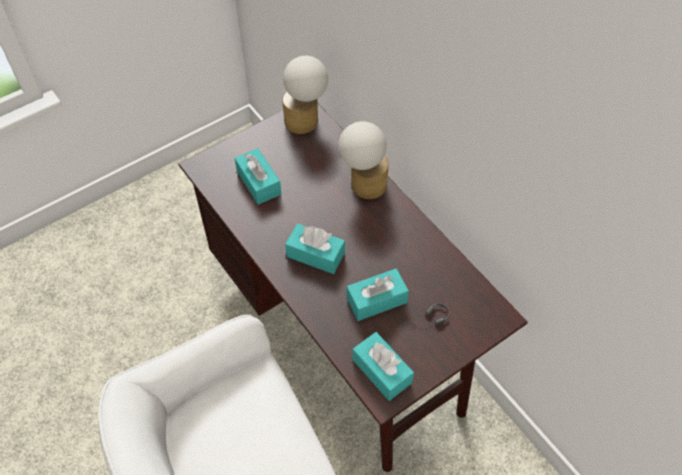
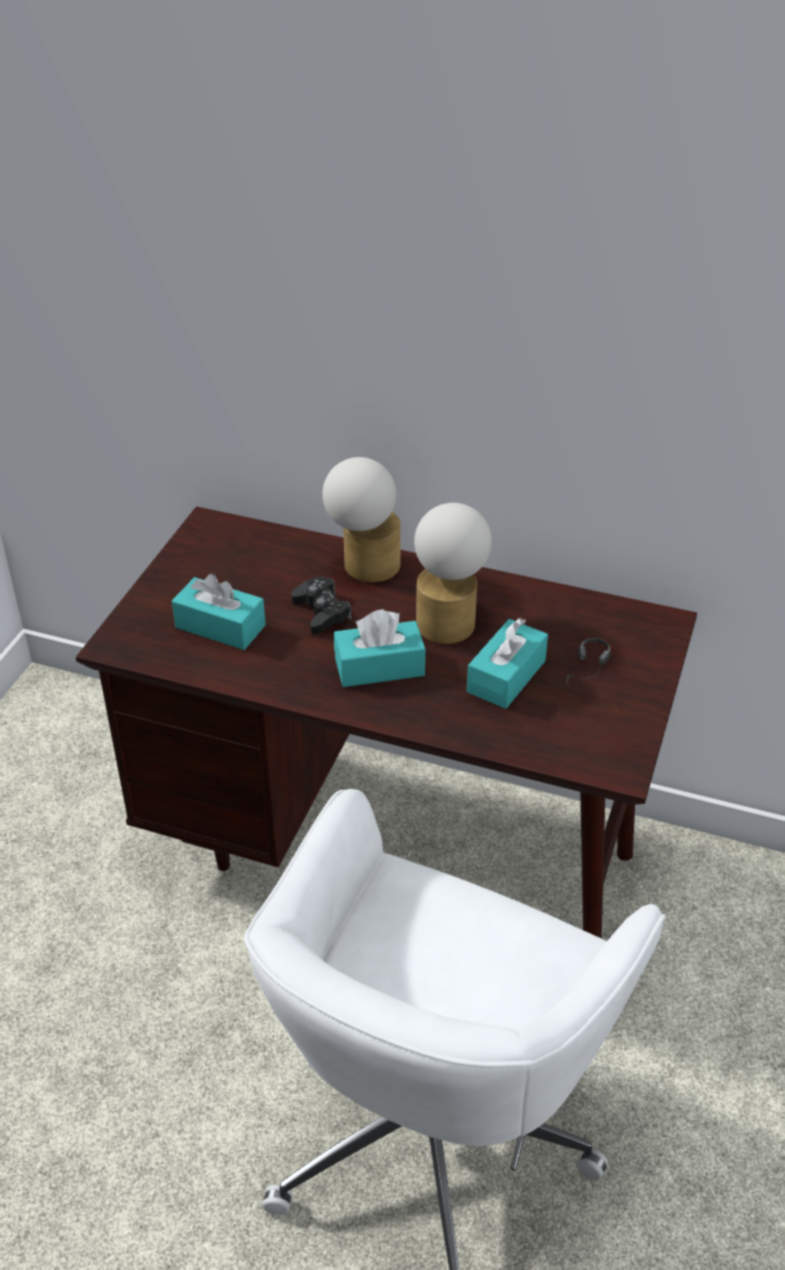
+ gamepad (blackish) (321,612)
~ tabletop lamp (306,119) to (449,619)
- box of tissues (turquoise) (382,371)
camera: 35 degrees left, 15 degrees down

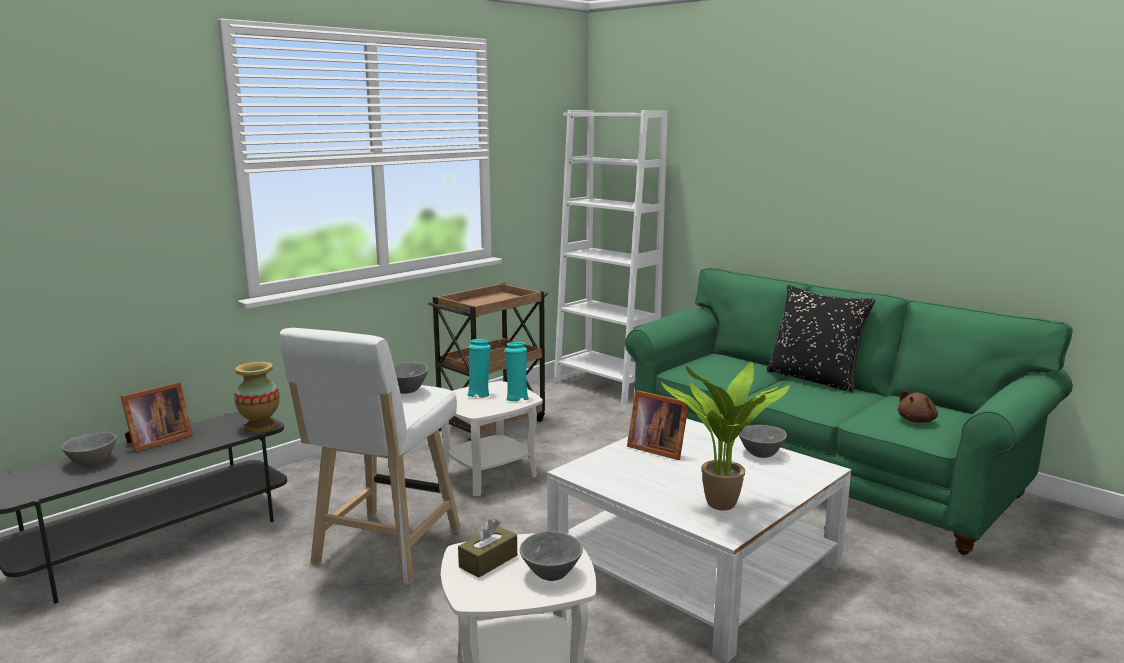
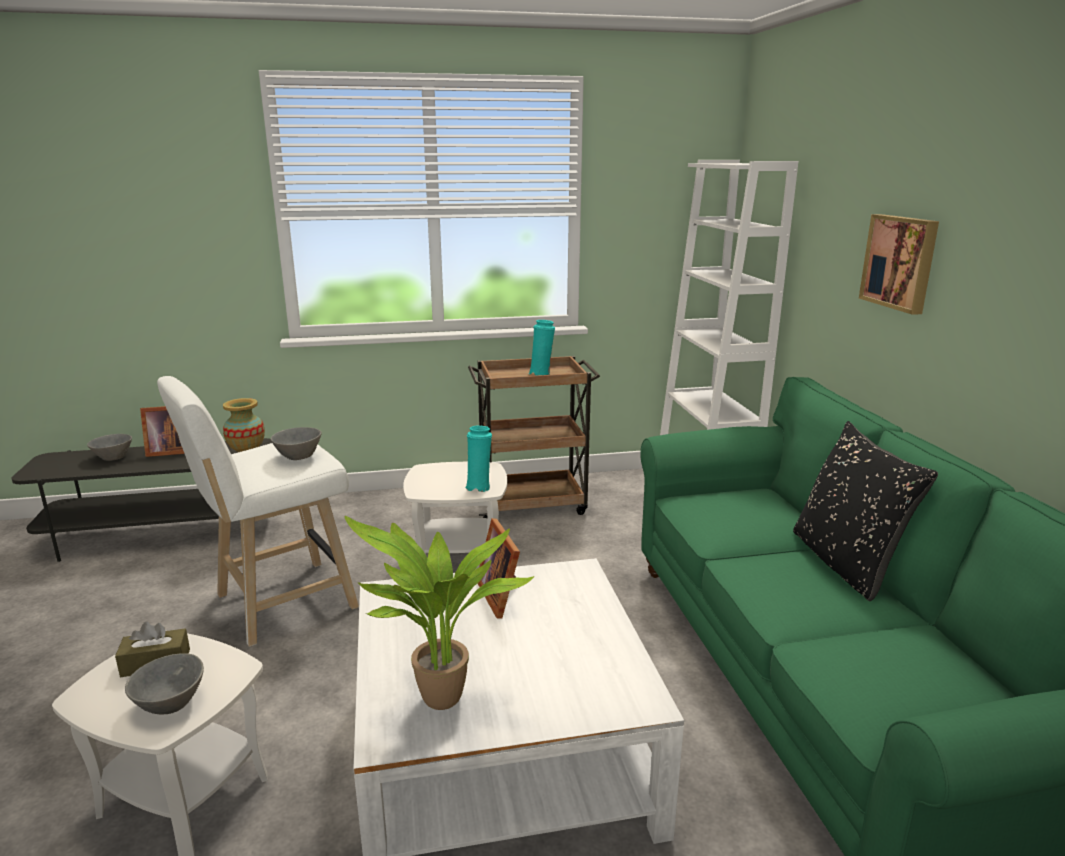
~ vase (turquoise) (479,394) to (541,374)
+ wall picture (900,262)
- deep dish (gray) (760,453)
- cuddly toy (brownish) (917,420)
camera: 35 degrees right, 5 degrees up

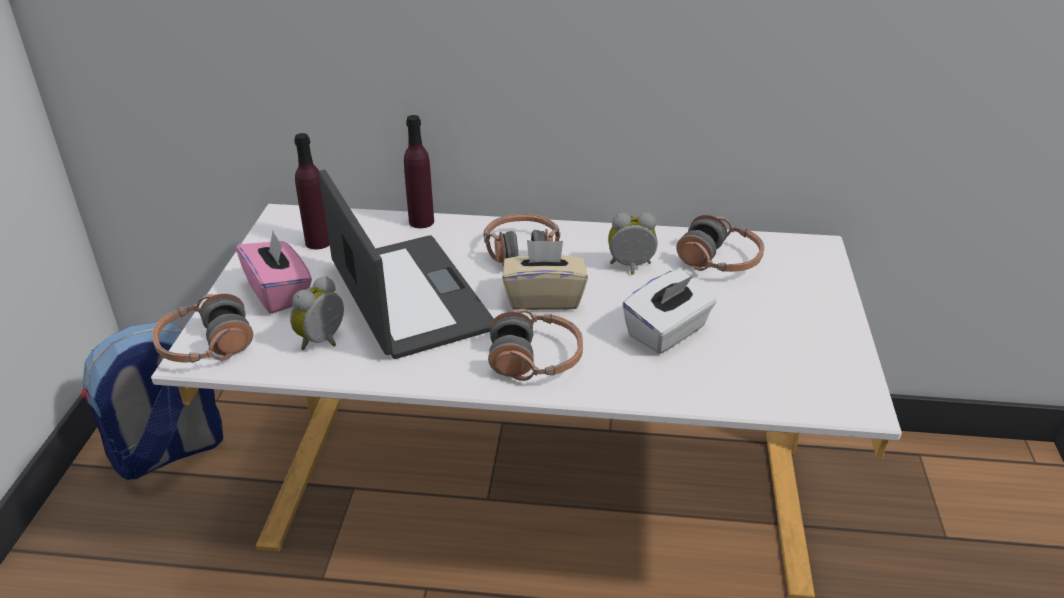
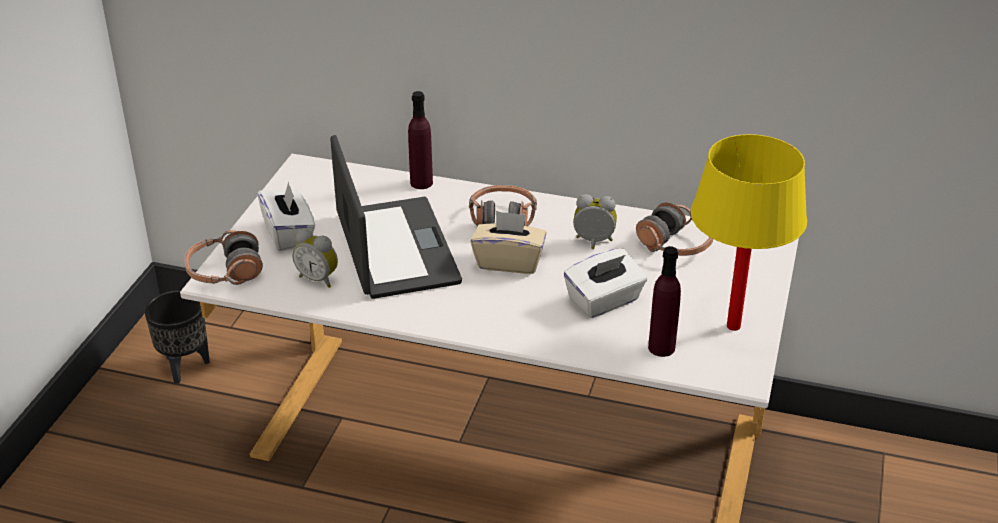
~ knapsack (169,452) to plant pot (blackish) (184,368)
~ box of tissues (pinkish) (279,292) to box of tissues (whitish) (289,234)
~ table clock (324,341) = (318,278) 105 degrees counterclockwise
~ bottle (purple) (318,242) to (661,348)
+ tabletop lamp (yellow-coloured) (733,326)
- pair of headphones (535,359)
camera: 10 degrees right, 0 degrees up

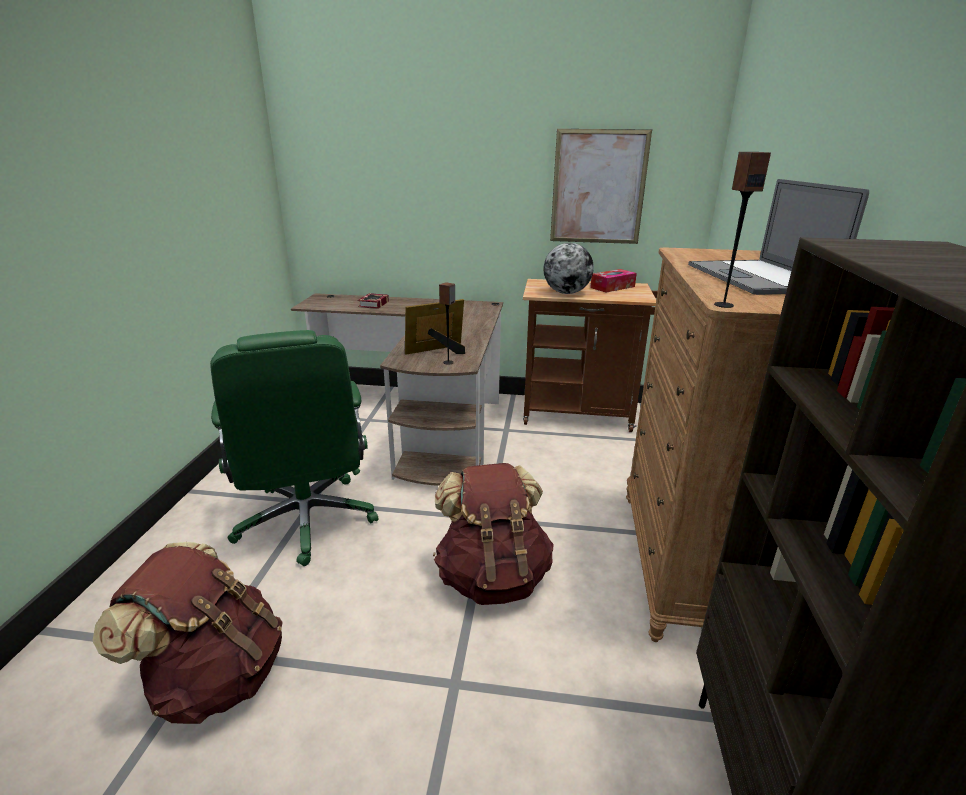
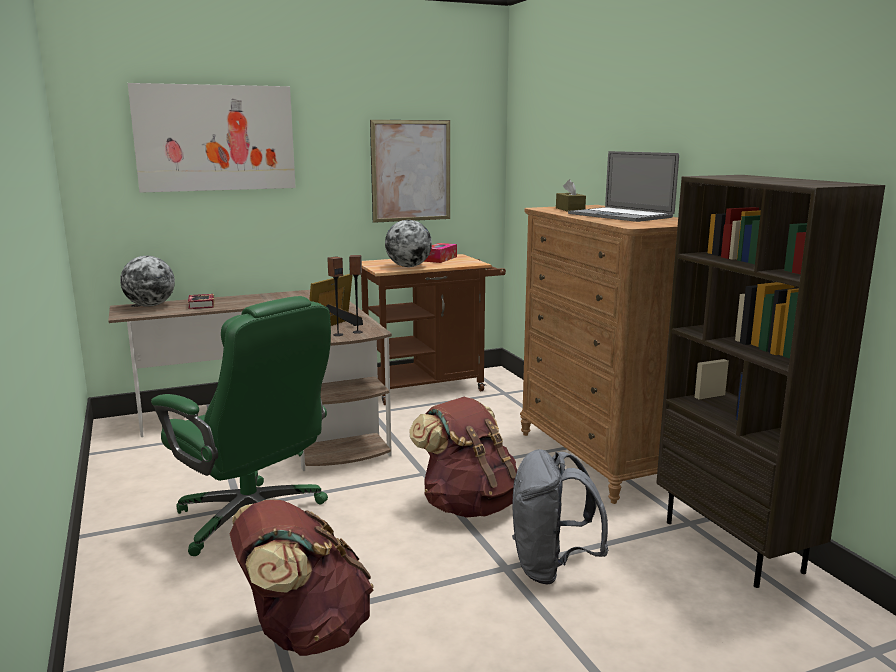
+ world globe (150,305)
+ wall picture (215,138)
~ speaker (723,305) to (338,334)
+ knapsack (gray) (551,568)
+ box of tissues (brownish) (570,209)
camera: 30 degrees left, 10 degrees down

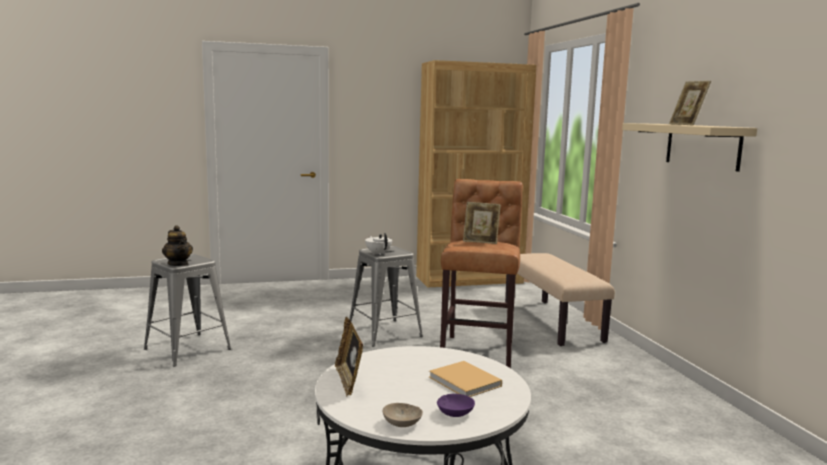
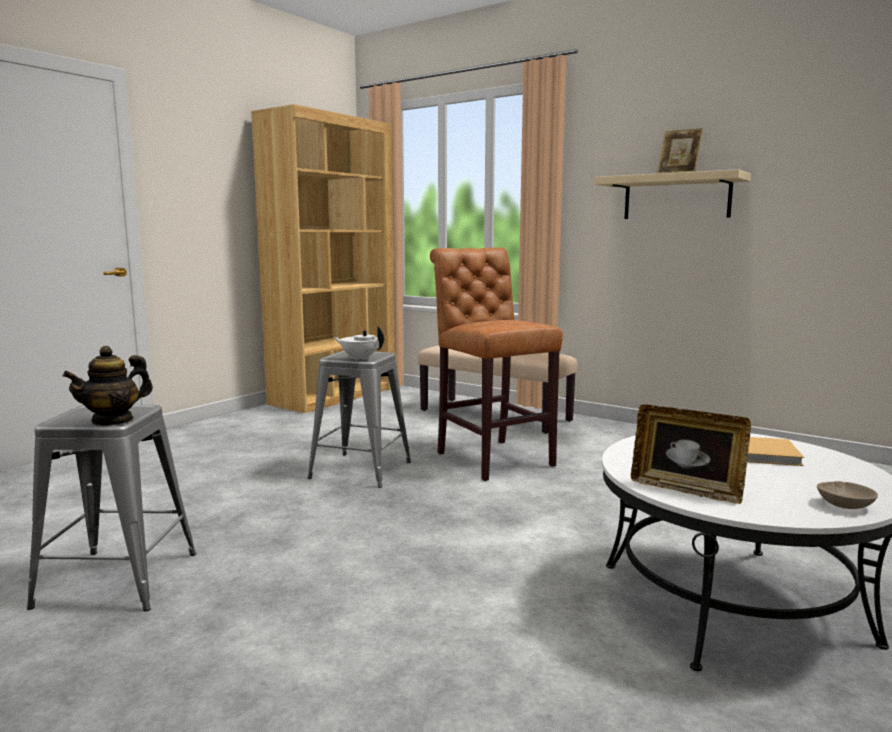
~ teapot (178,264) = (113,420) 120 degrees clockwise
- deep dish (purple) (456,413)
- picture frame (480,241)
camera: 40 degrees left, 0 degrees up

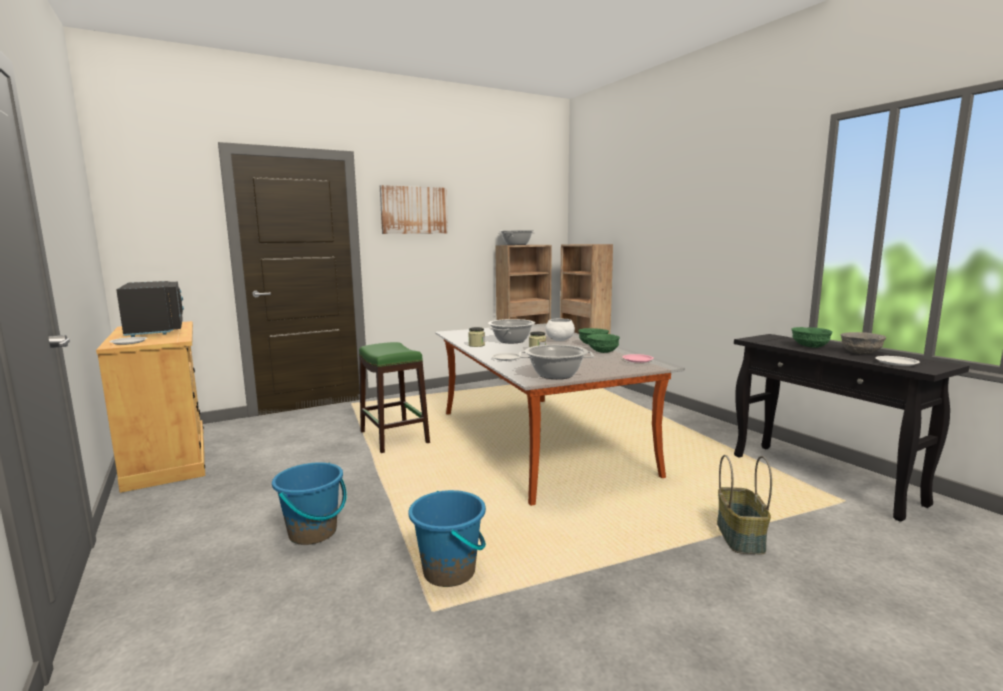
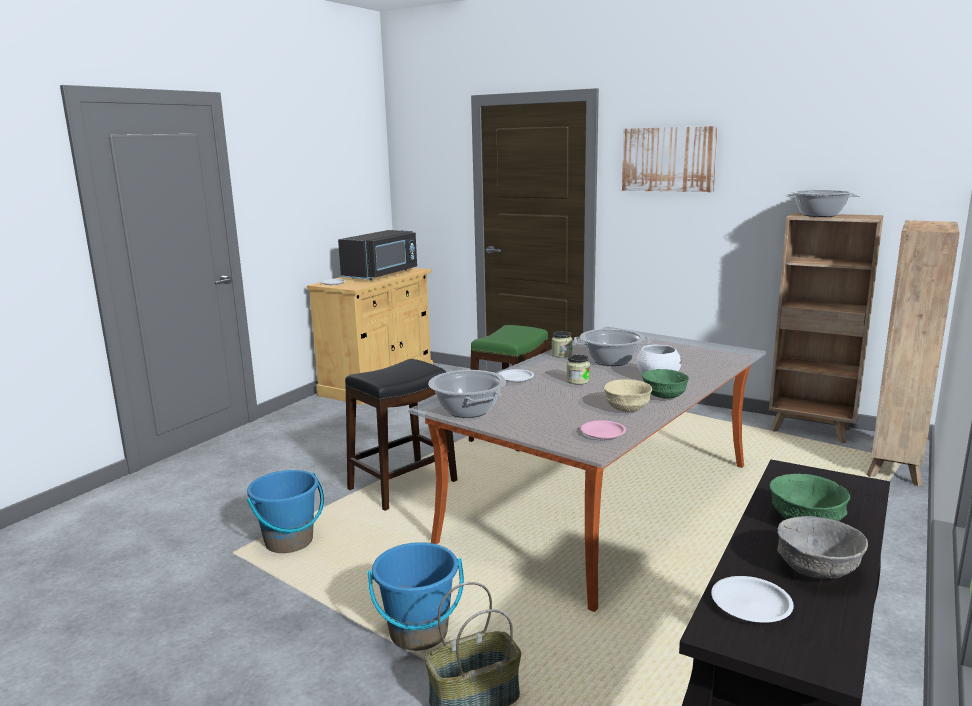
+ sitting stool (blackish) (402,485)
~ bucket (bluish) (313,533) to (419,633)
~ deep dish (green) (603,351) to deep dish (beige) (627,408)
camera: 60 degrees right, 5 degrees up

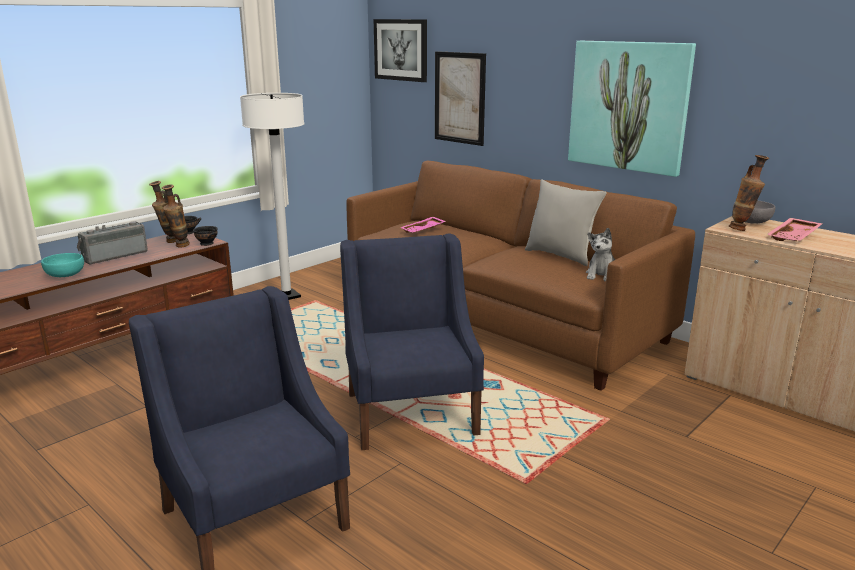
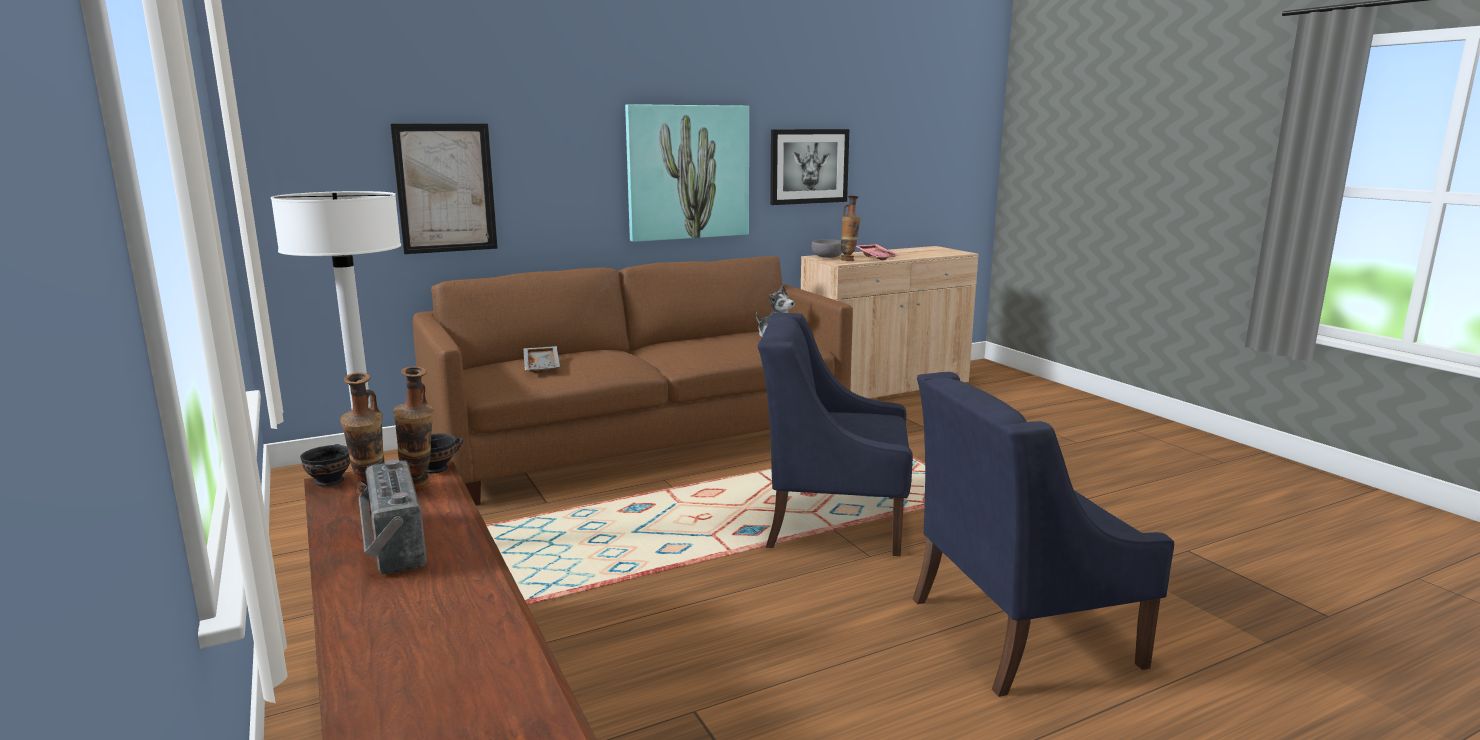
~ serving tray (pinkish) (423,230) to serving tray (gray) (543,366)
~ wall picture (401,50) to (808,166)
- deep dish (turquoise) (65,275)
- cushion (gray) (560,255)
camera: 70 degrees left, 5 degrees down

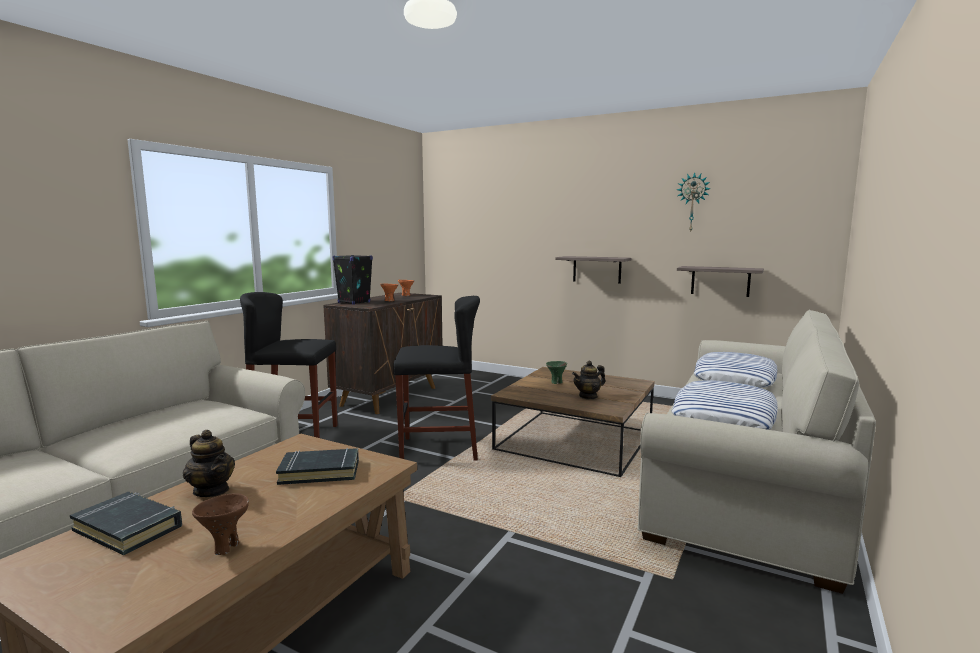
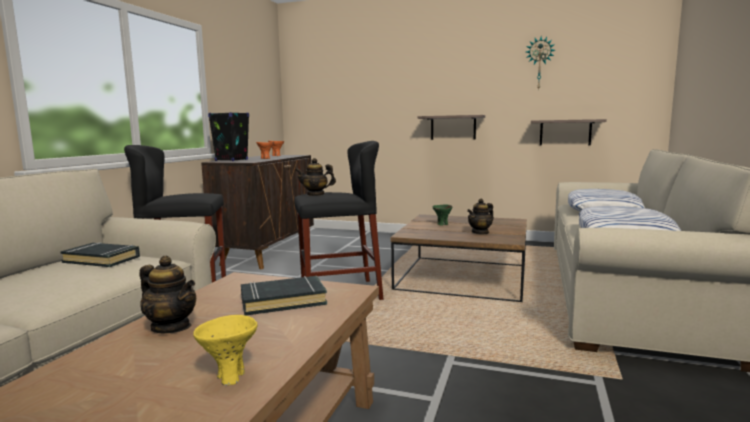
~ volume (blackish) (128,528) to (102,259)
~ deep dish (brownish) (225,547) to deep dish (yellow-coloured) (230,377)
+ teapot (315,194)
camera: 10 degrees left, 0 degrees up

